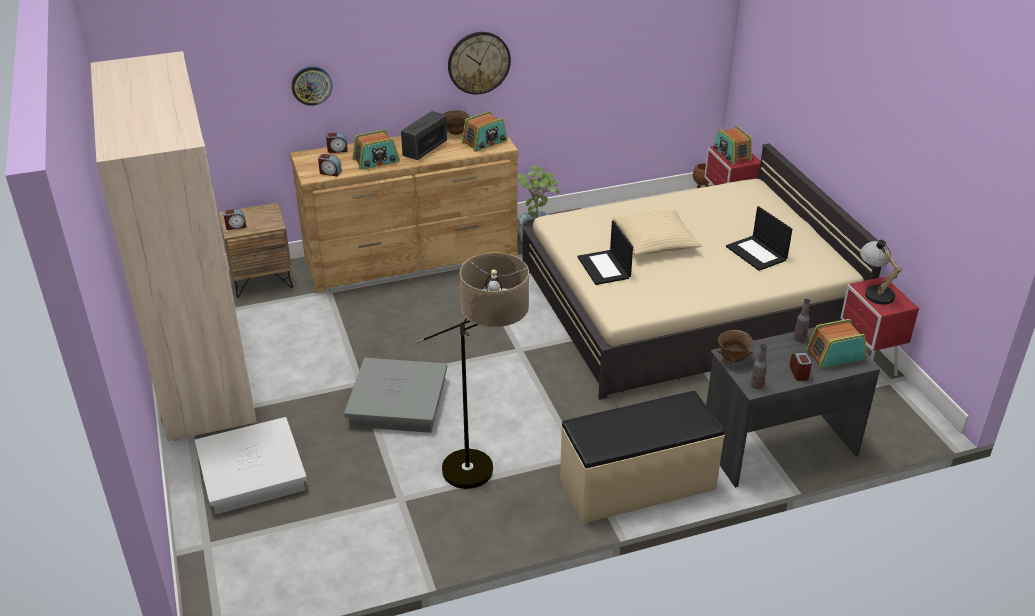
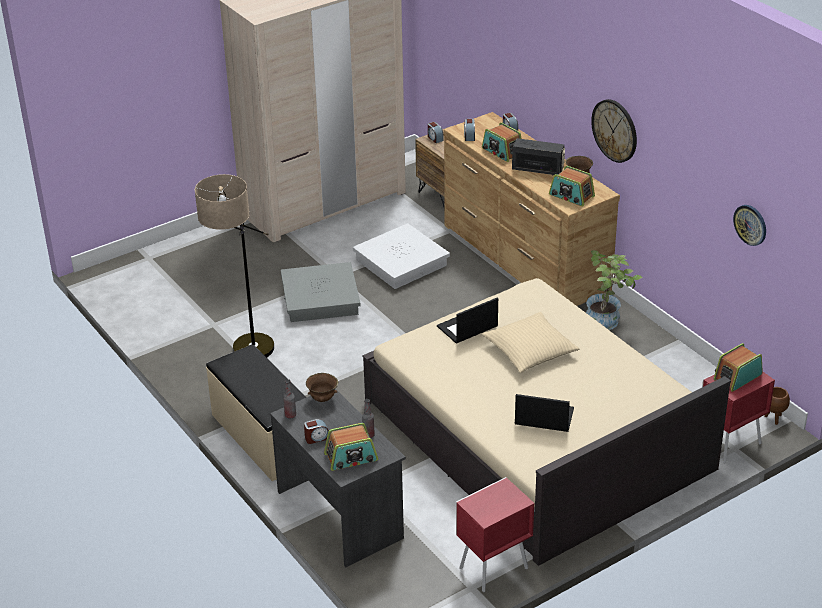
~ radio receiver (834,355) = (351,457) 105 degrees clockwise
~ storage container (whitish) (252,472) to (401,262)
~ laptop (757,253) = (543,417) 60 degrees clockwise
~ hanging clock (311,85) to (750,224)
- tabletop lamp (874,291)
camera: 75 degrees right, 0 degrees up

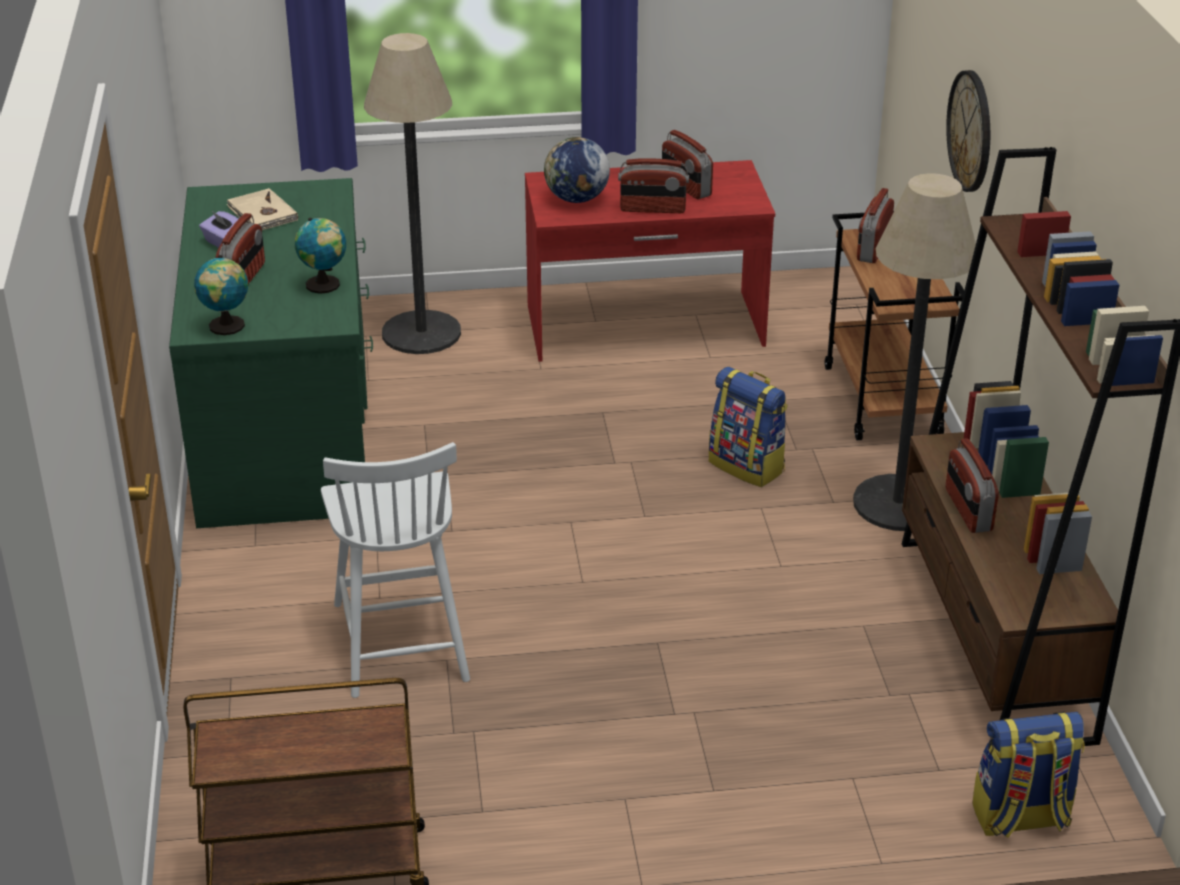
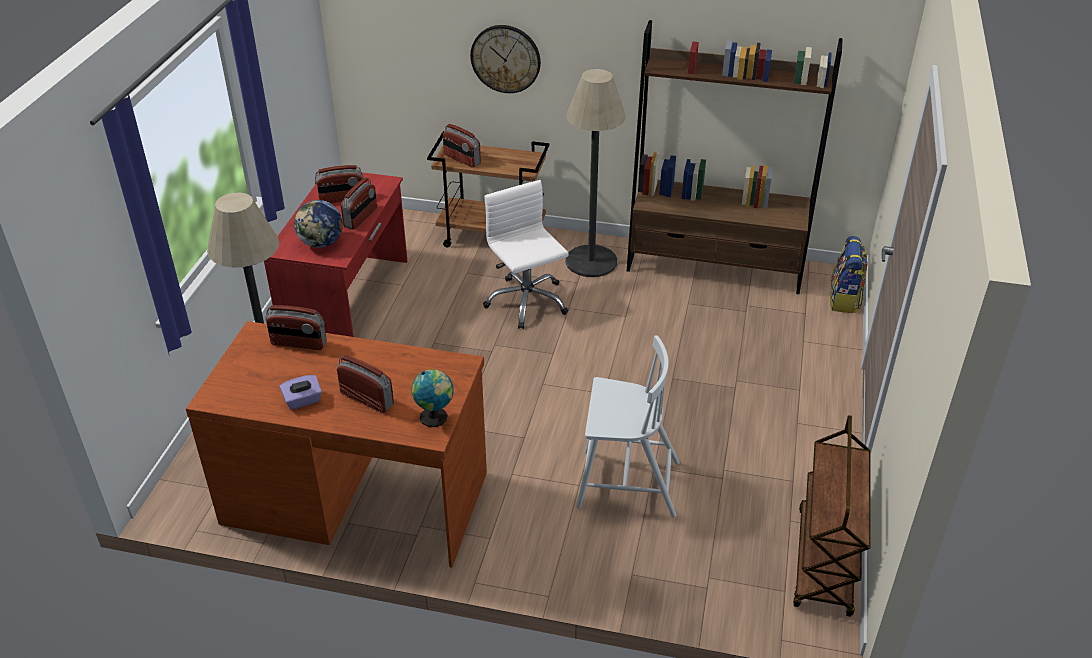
~ desk (green) (287,430) to desk (brownish) (355,496)
~ radio receiver (967,510) to (298,343)
~ knapsack (748,466) to office chair (whitish) (526,302)
- volume (beige) (261,214)
- world globe (325,285)
camera: 70 degrees left, 5 degrees up

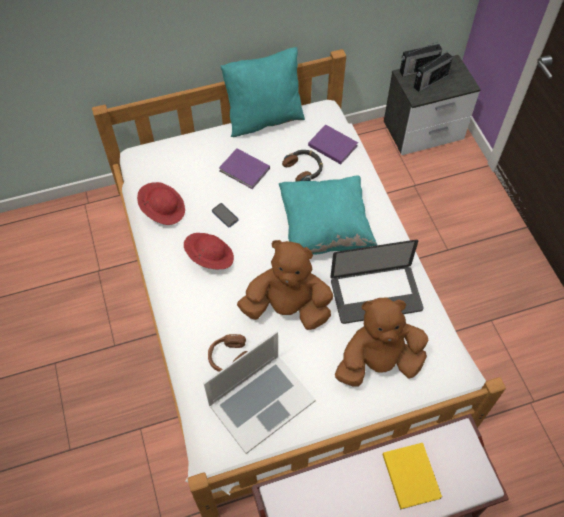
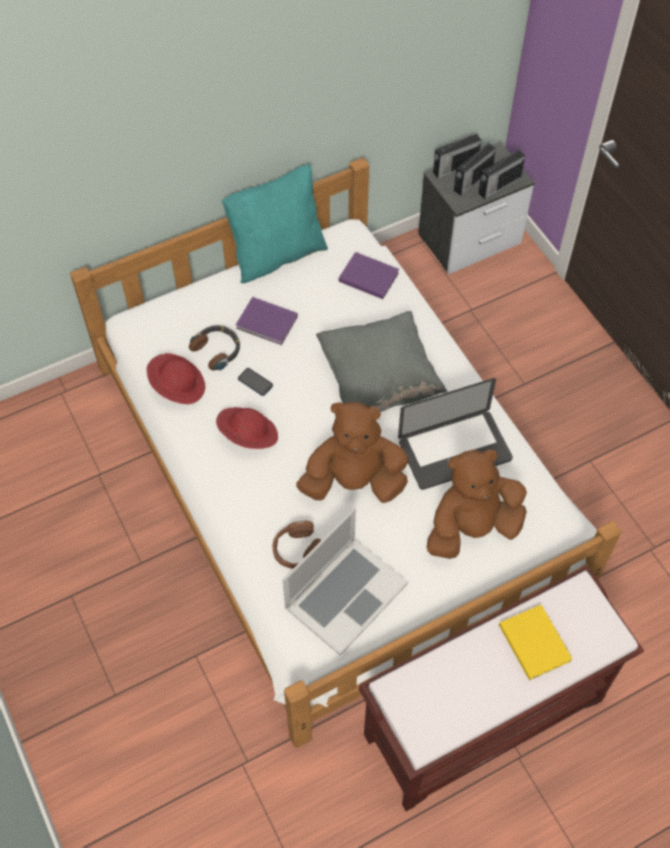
~ pair of headphones (304,169) to (217,350)
~ cushion (turquoise) (324,228) to cushion (gray) (379,380)
+ radio receiver (498,186)
camera: 10 degrees left, 0 degrees up

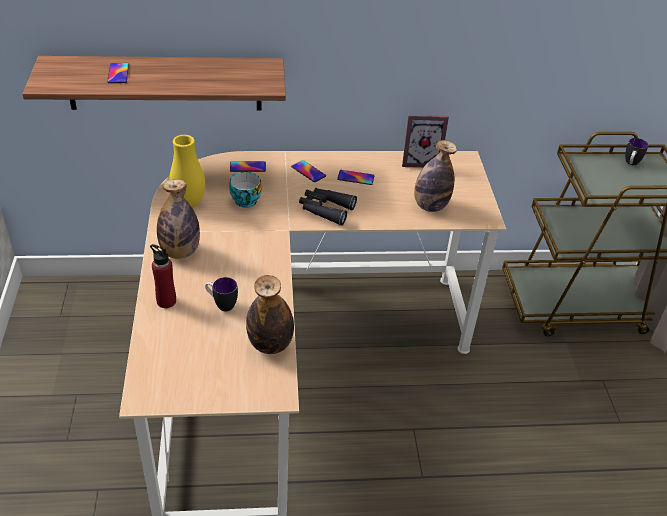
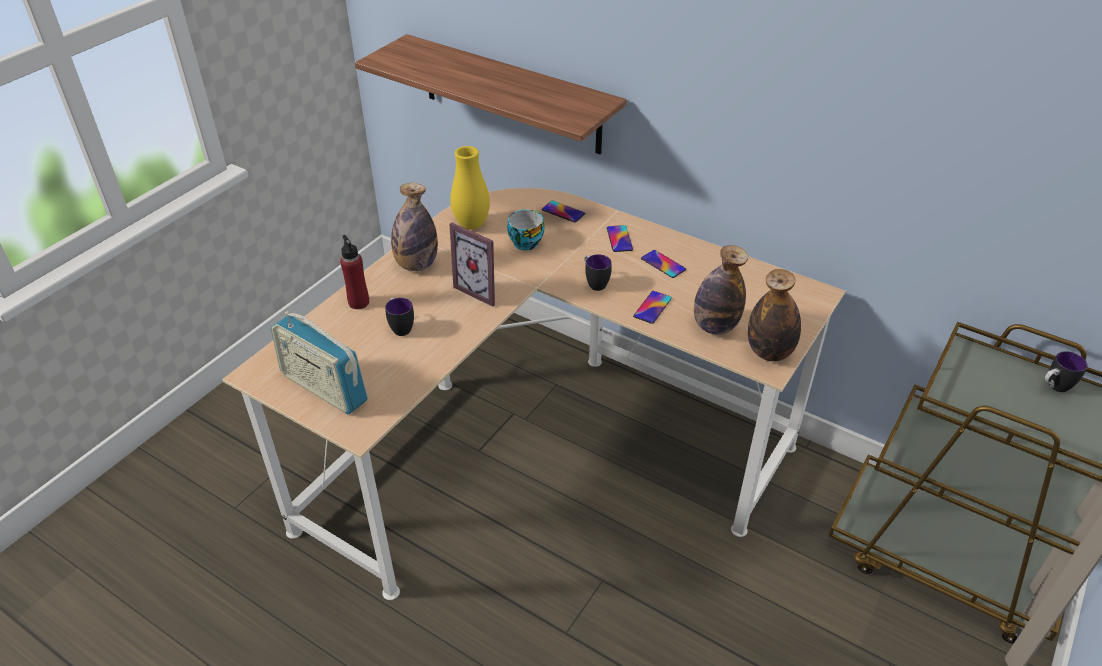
+ radio receiver (324,388)
~ picture frame (420,161) to (482,289)
~ pair of binoculars (blackish) (325,209) to coffee mug (594,283)
~ phone (118,73) to (652,307)
~ bottle (270,344) to (769,352)
camera: 40 degrees right, 0 degrees up

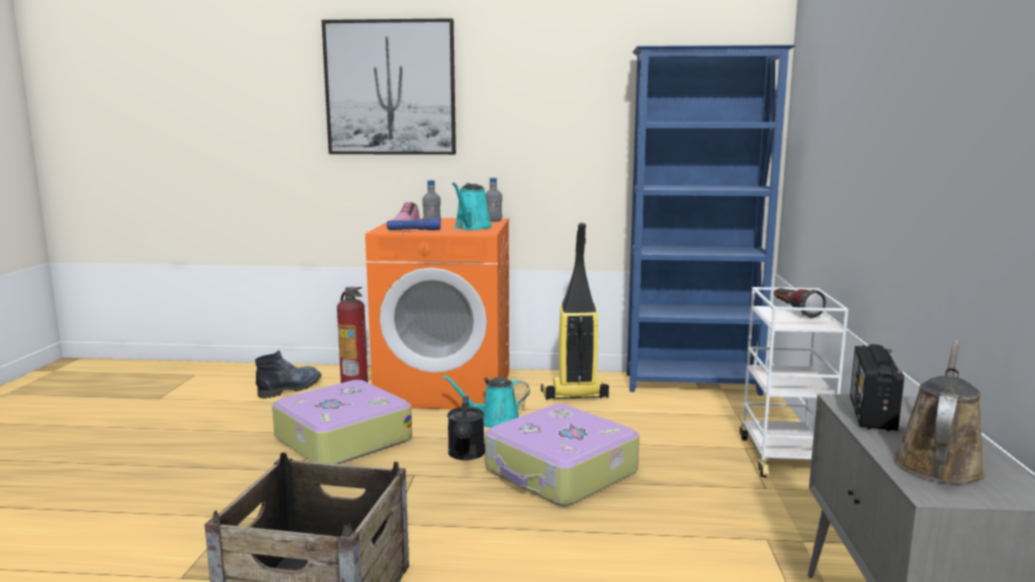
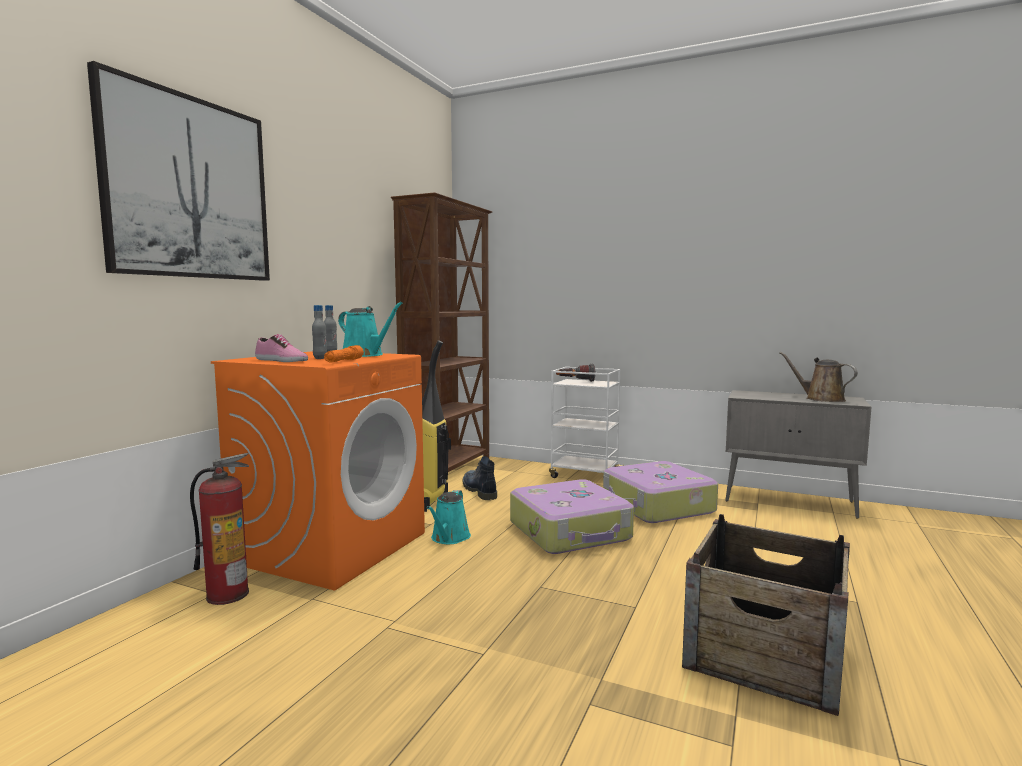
~ hand torch (bluish) (413,230) to hand torch (orange-coloured) (344,361)
~ bookcase (bluish) (693,385) to bookcase (brownish) (449,469)
~ high-top boot (291,388) to (479,490)
~ piece of luggage (341,439) to (657,506)
- watering can (blackish) (466,455)
- radio receiver (872,414)
camera: 70 degrees left, 5 degrees down

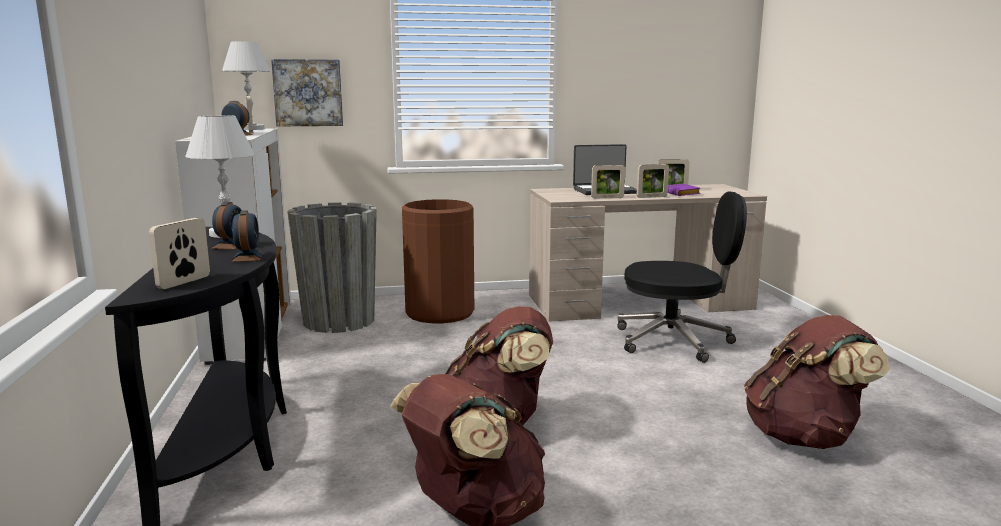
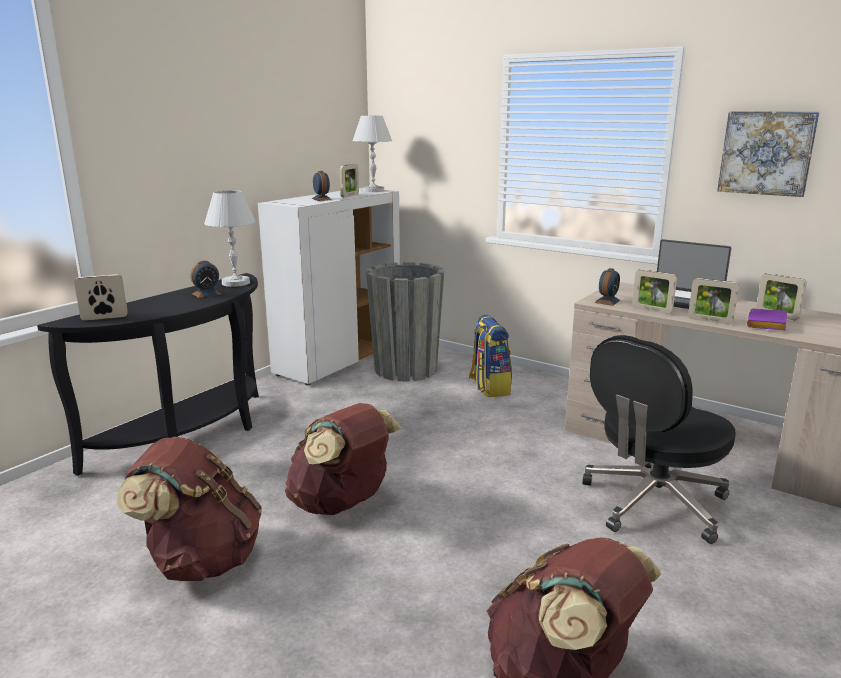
~ rubbish bin (brownish) (439,313) to knapsack (489,387)
~ office chair (blackish) (675,341) = (652,503) 90 degrees clockwise
~ table clock (248,257) to (607,301)
~ wall picture (308,93) to (766,153)
camera: 45 degrees right, 5 degrees up

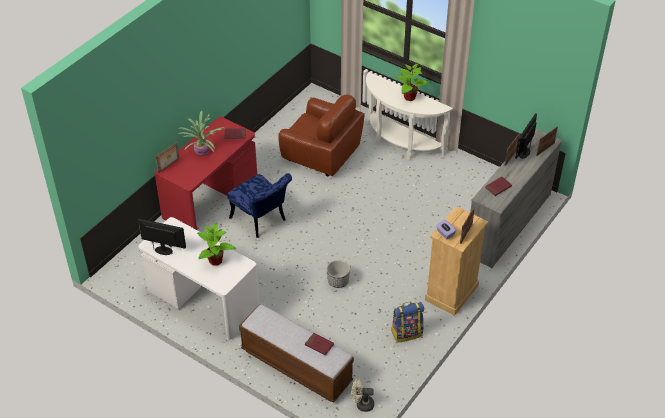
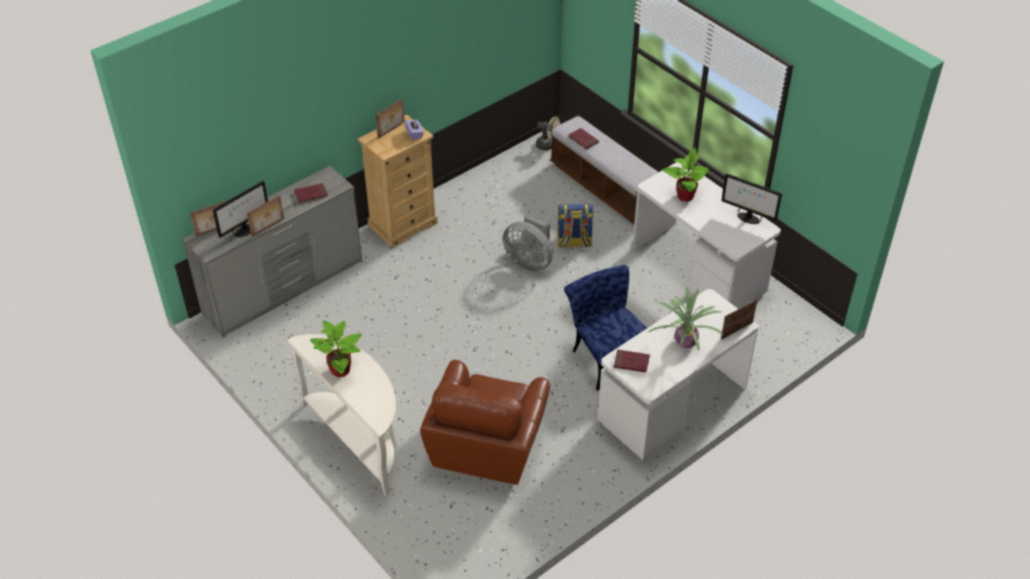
~ lounge chair (brownish) (321,155) = (487,445) 120 degrees counterclockwise
~ plant pot (338,281) to electric fan (gray) (529,261)
~ knapsack (406,333) to (574,242)
~ desk (red) (210,198) to desk (whitish) (672,405)
camera: 165 degrees left, 0 degrees up

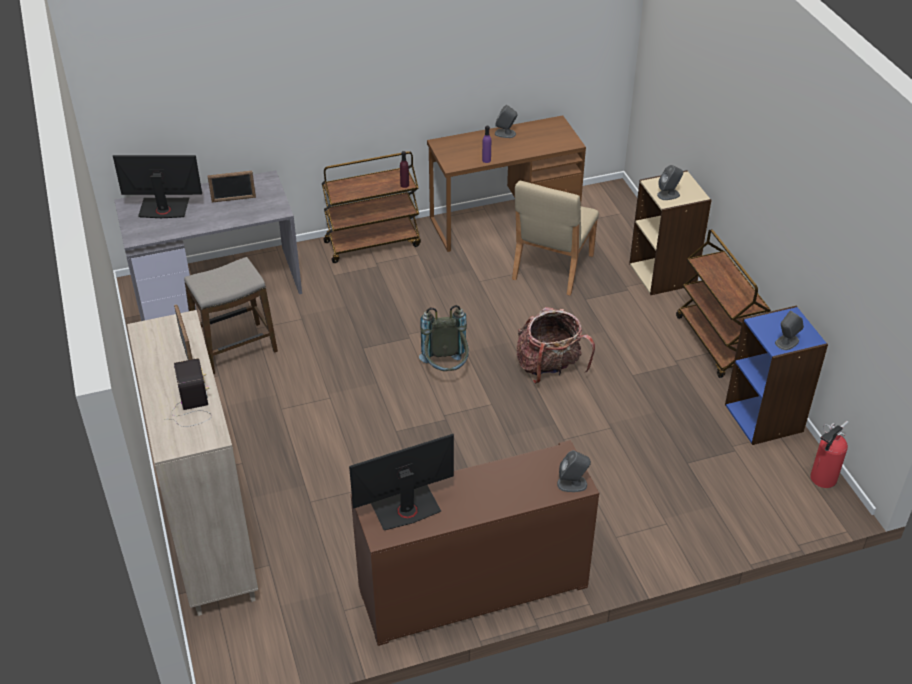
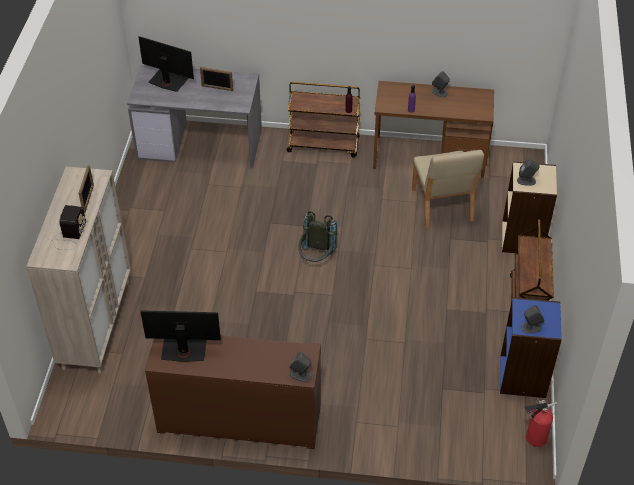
~ chair (beige) (552,267) = (441,205) 60 degrees counterclockwise
- sitting stool (236,349)
- knapsack (549,368)
camera: 25 degrees right, 5 degrees up

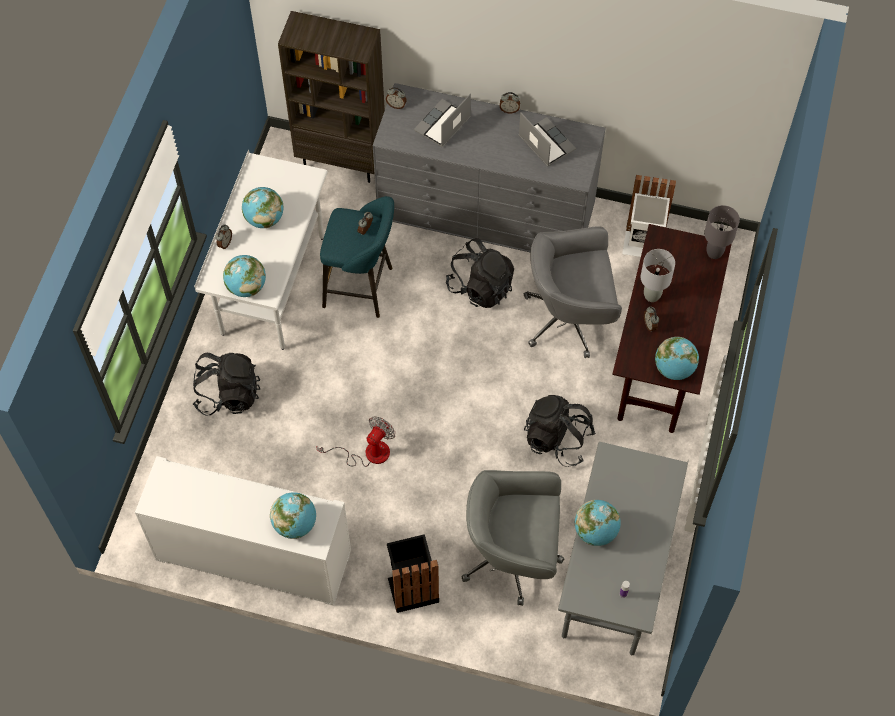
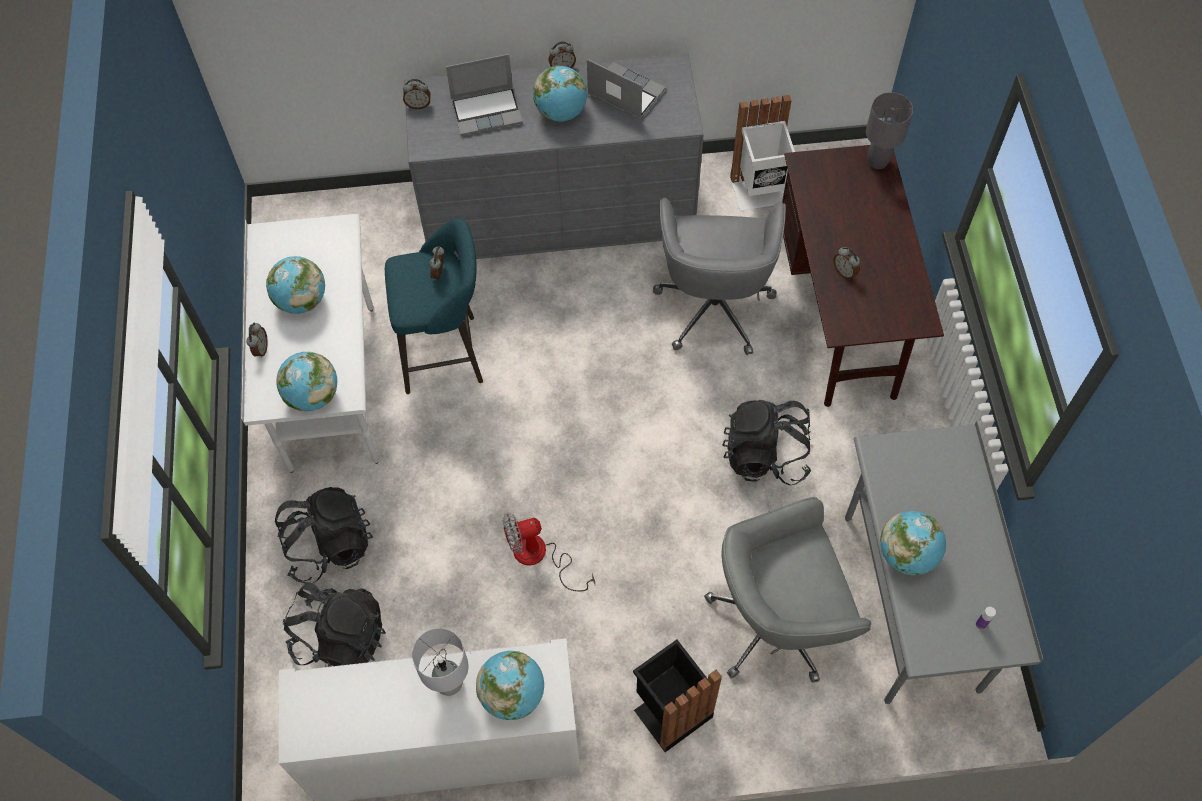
~ knapsack (blackish) (480,287) to (340,638)
~ tabletop lamp (gray) (652,296) to (449,684)
~ laptop (442,125) = (487,111) 120 degrees counterclockwise
~ electric fan (368,453) = (540,557) 120 degrees counterclockwise
~ world globe (674,369) to (561,112)
~ office chair (gray) (570,318) = (714,304) 60 degrees counterclockwise
- bookcase (brownish) (342,161)
camera: 20 degrees left, 0 degrees up

